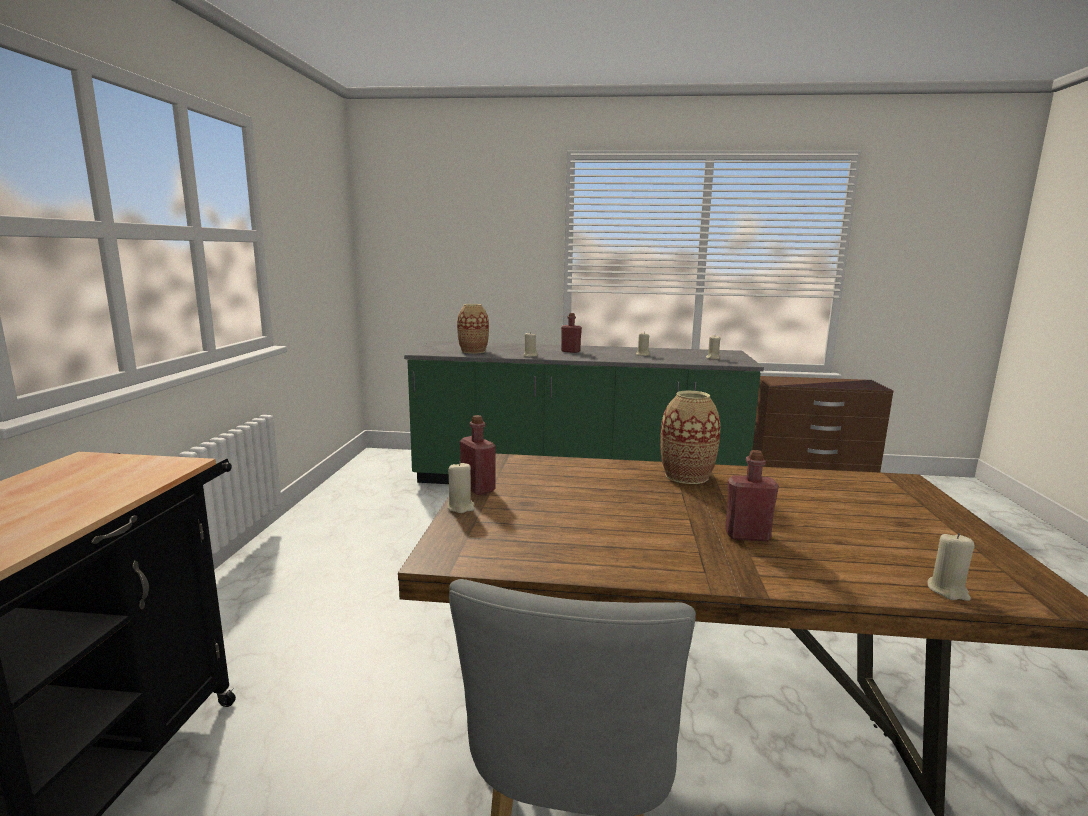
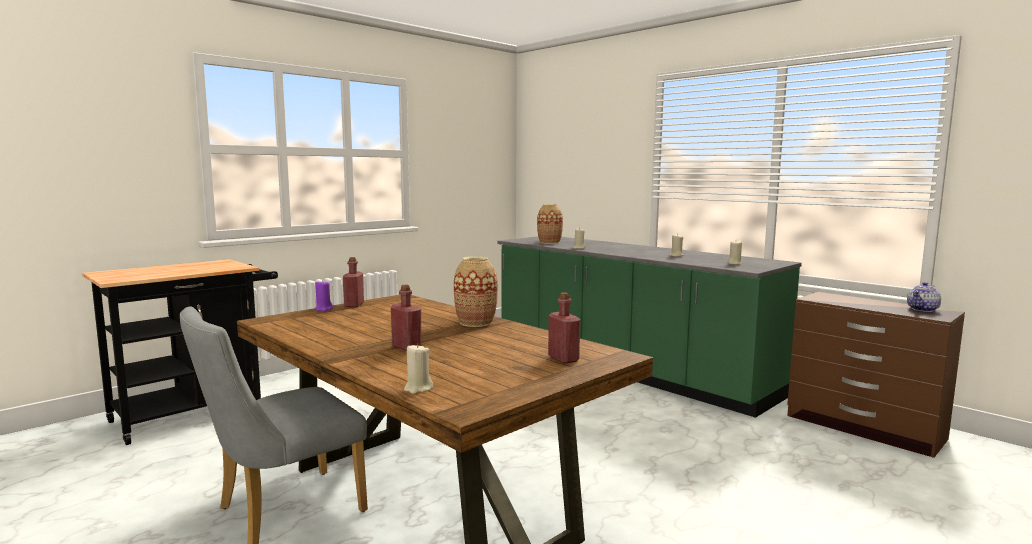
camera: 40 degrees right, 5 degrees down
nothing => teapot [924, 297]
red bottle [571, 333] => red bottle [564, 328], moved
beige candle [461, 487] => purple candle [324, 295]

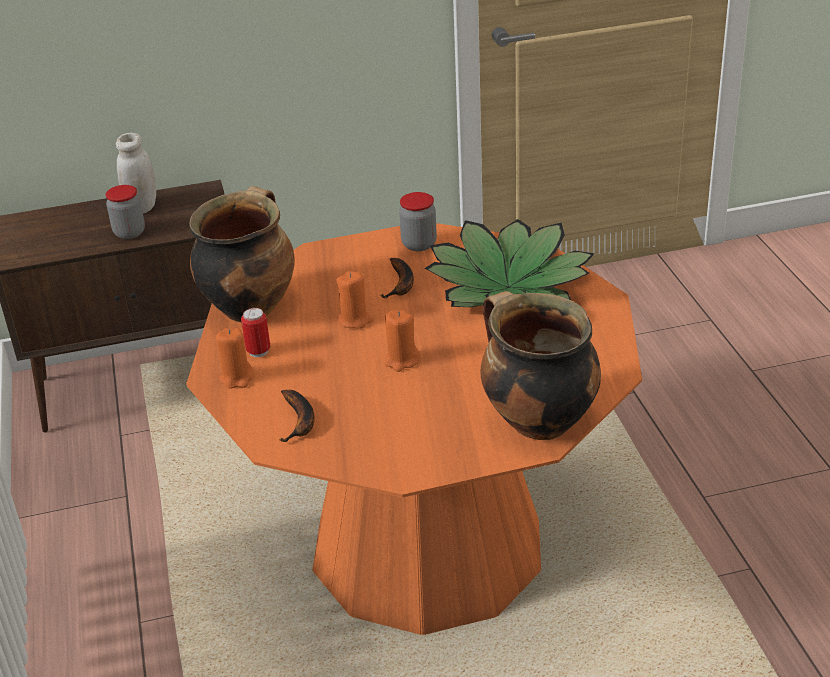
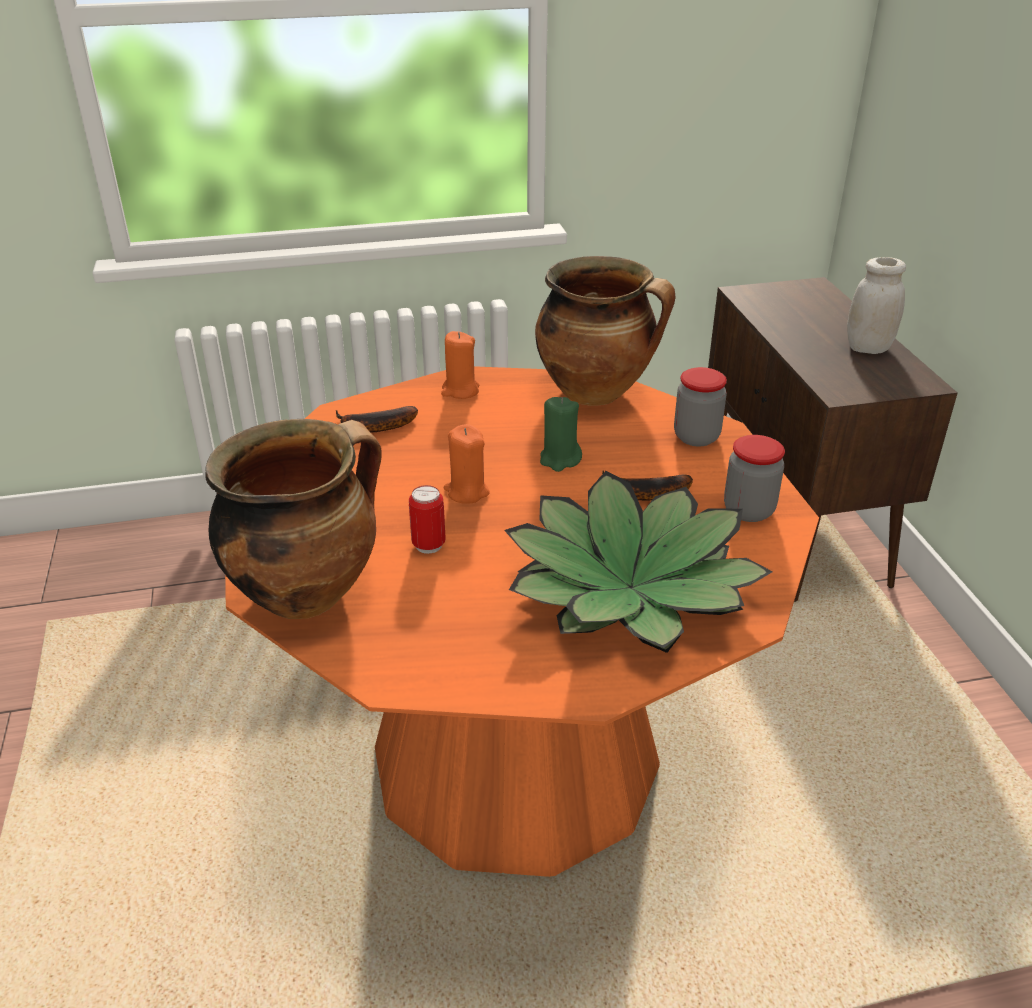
camera: 90 degrees right, 0 degrees up
jar [125, 212] => jar [700, 407], moved
can [255, 332] => can [427, 519], moved
orange candle [355, 300] => green candle [561, 434]

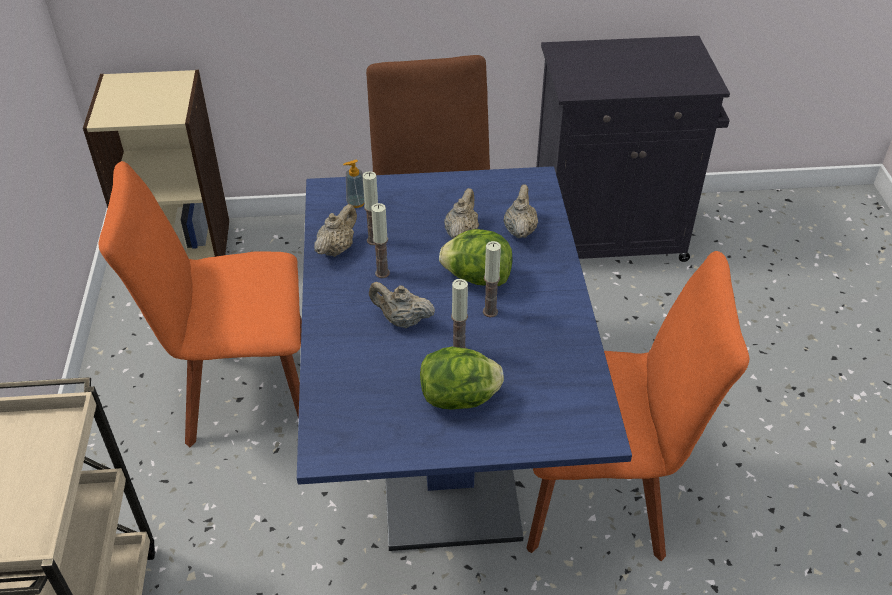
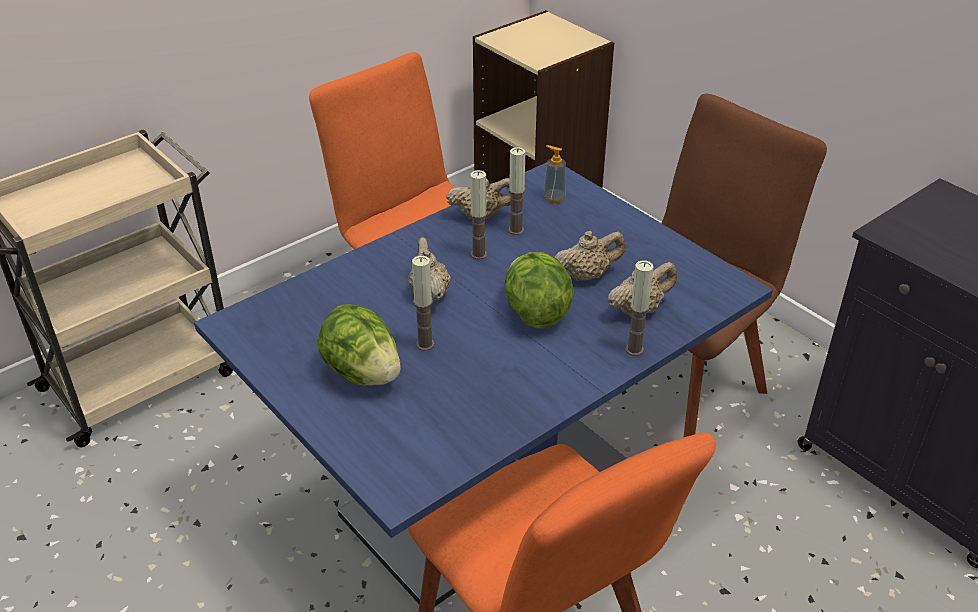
camera: 55 degrees right, 5 degrees down
candle [492, 279] => candle [639, 308], moved

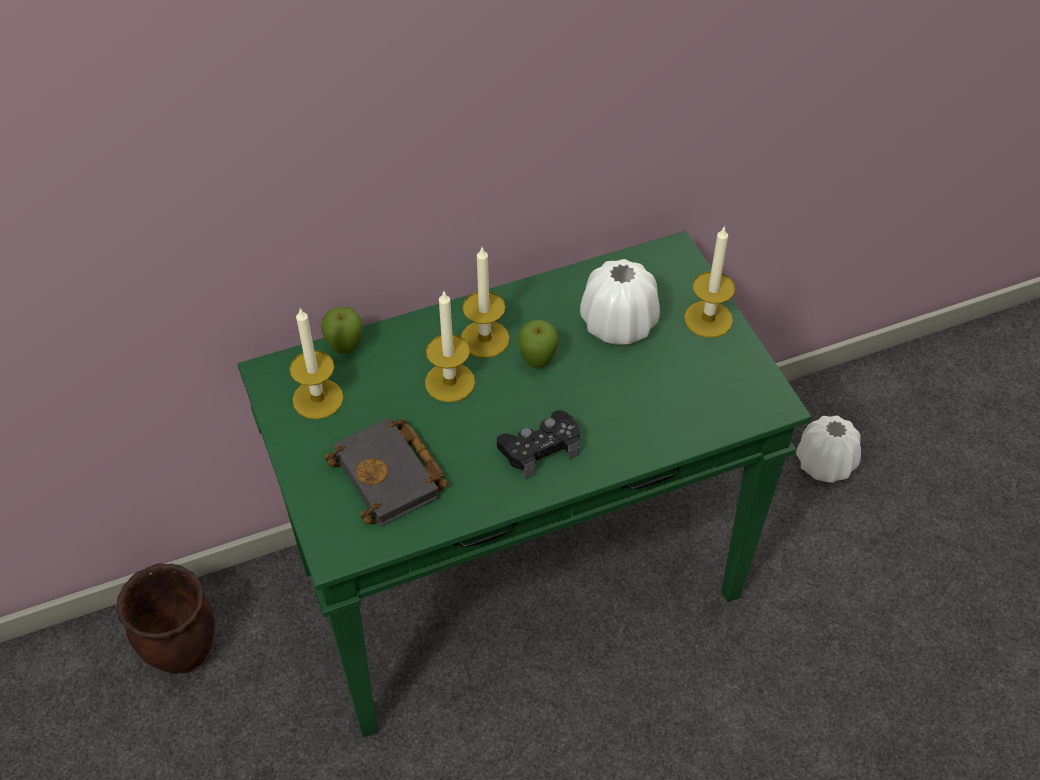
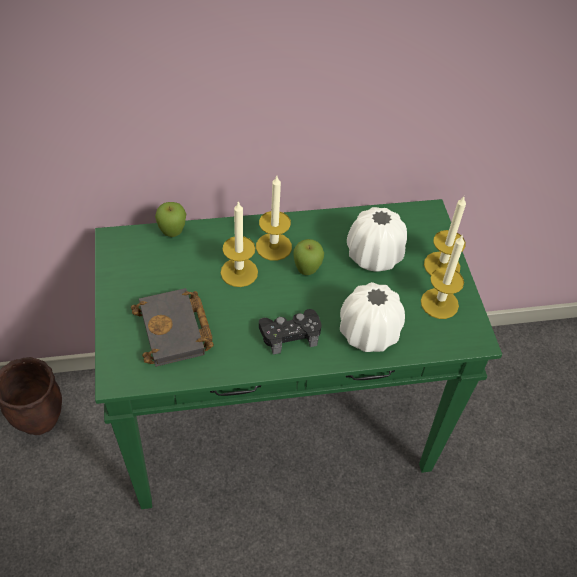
camera: 10 degrees right, 0 degrees up
candle [316, 363] => candle [443, 276], moved
white vase [828, 449] => white vase [372, 317], moved

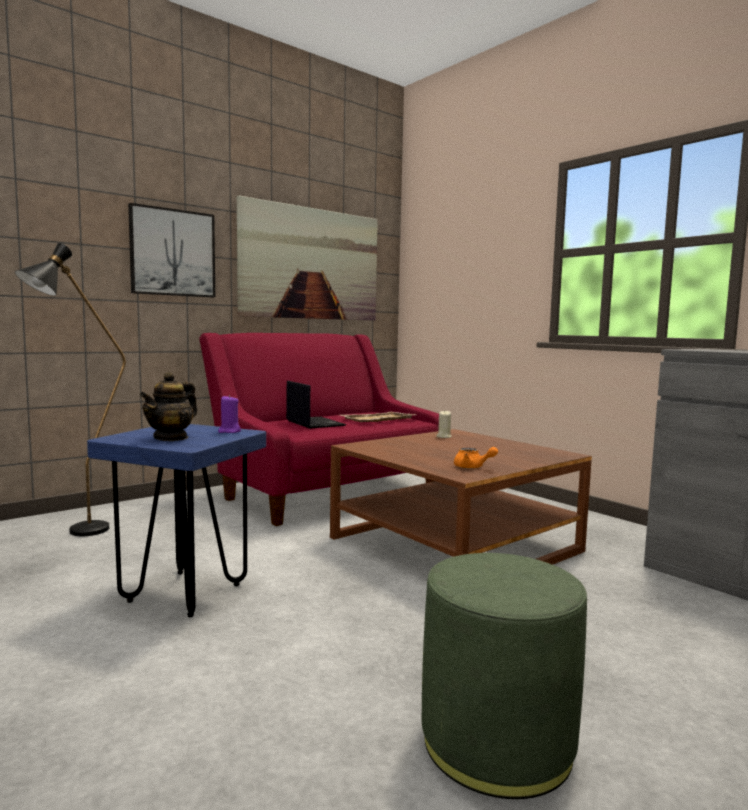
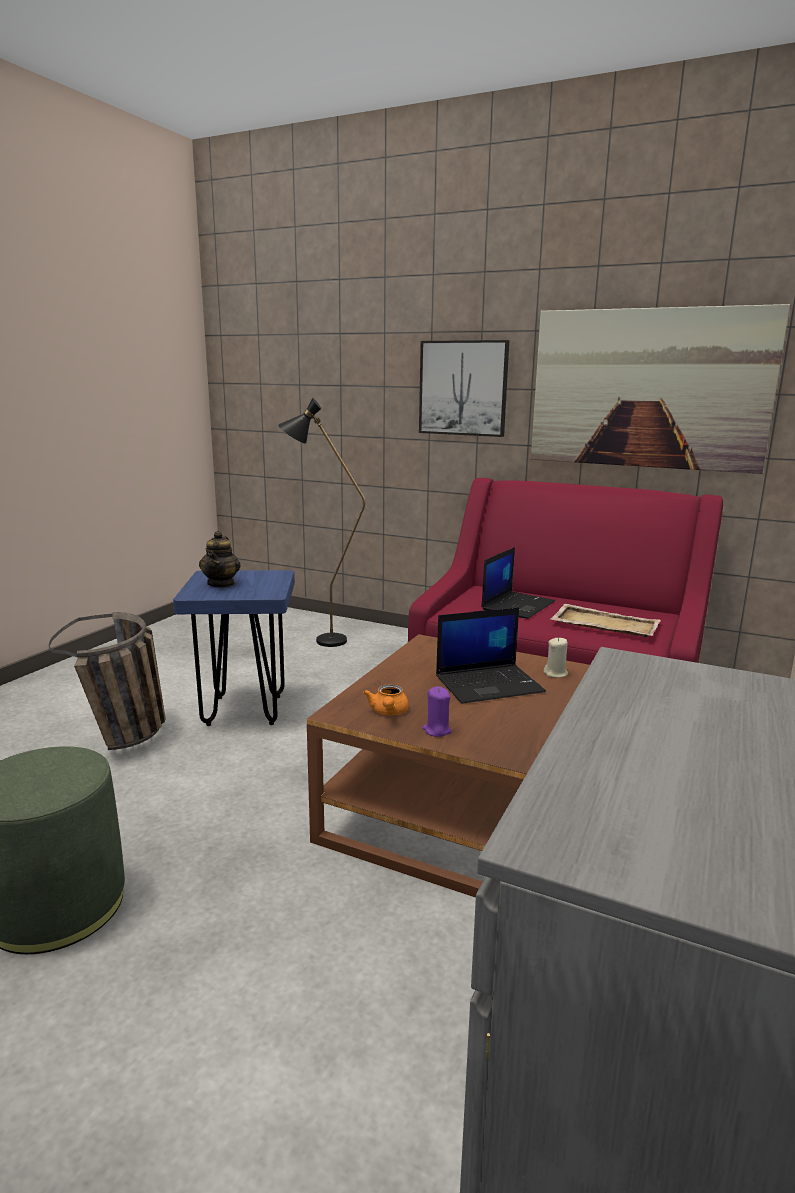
camera: 65 degrees right, 10 degrees up
nothing => basket [107, 681]
nothing => laptop [491, 656]
purple candle [229, 414] => purple candle [437, 711], moved
teapot [168, 406] => teapot [219, 559], 90 degrees counterclockwise

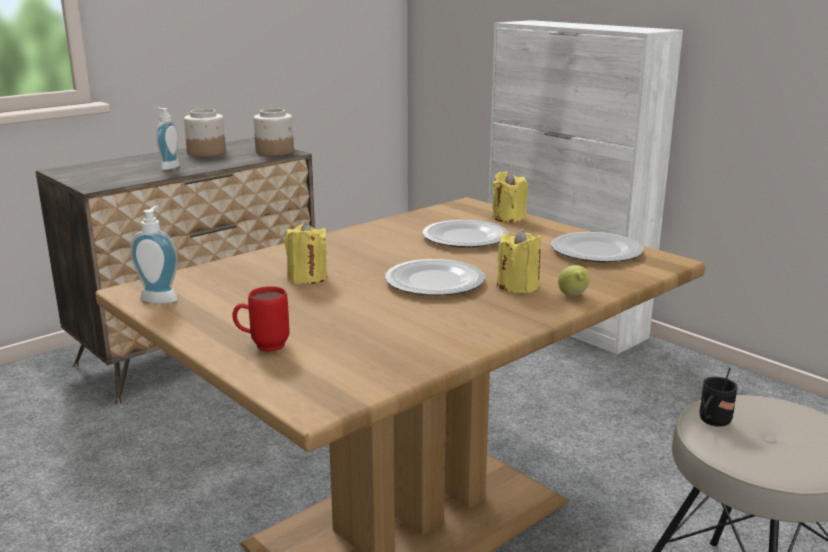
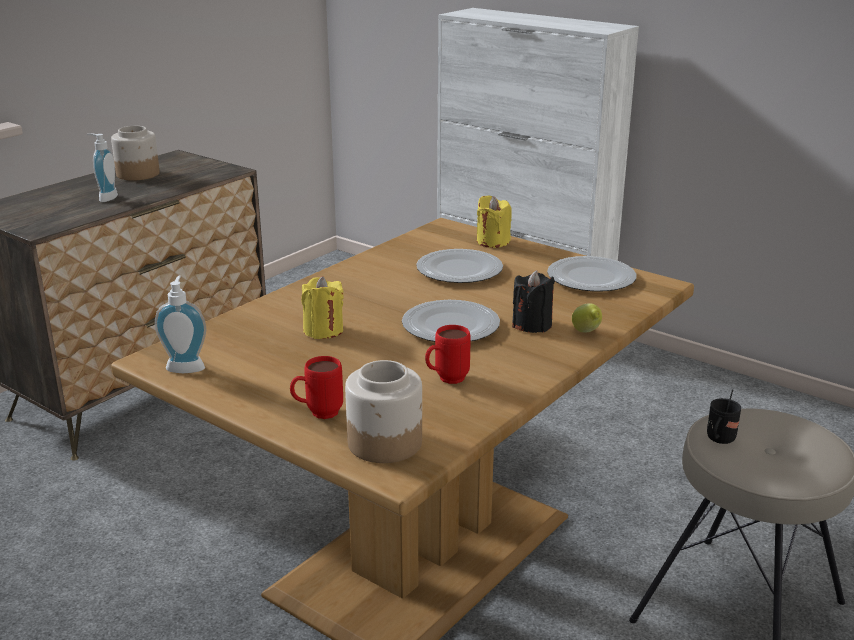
camera: 10 degrees left, 5 degrees up
nothing => red mug [448, 354]
jar [274, 132] => jar [383, 411], moved
yellow candle [519, 260] => black candle [533, 301]

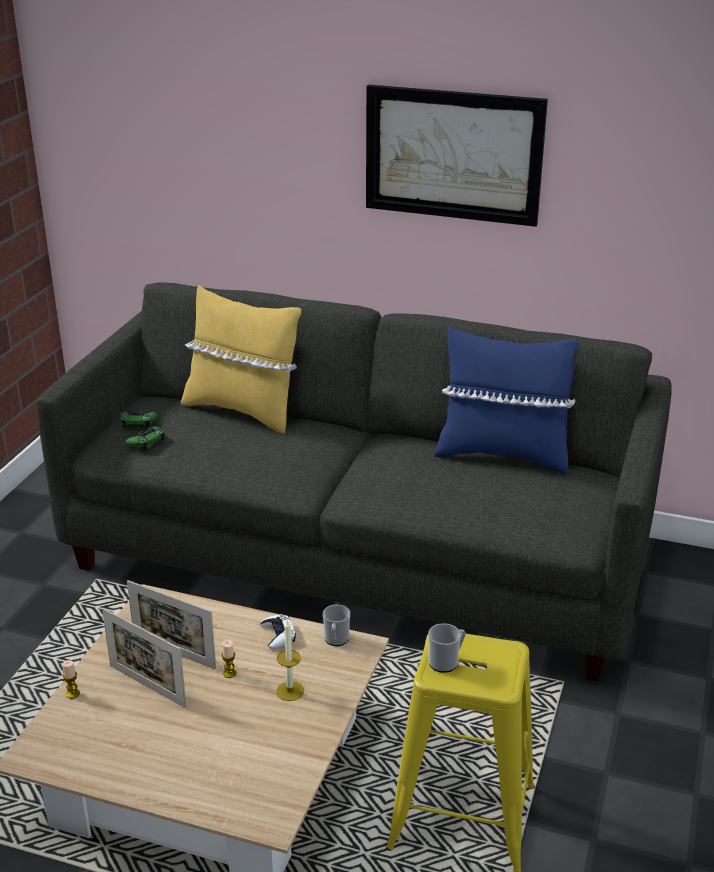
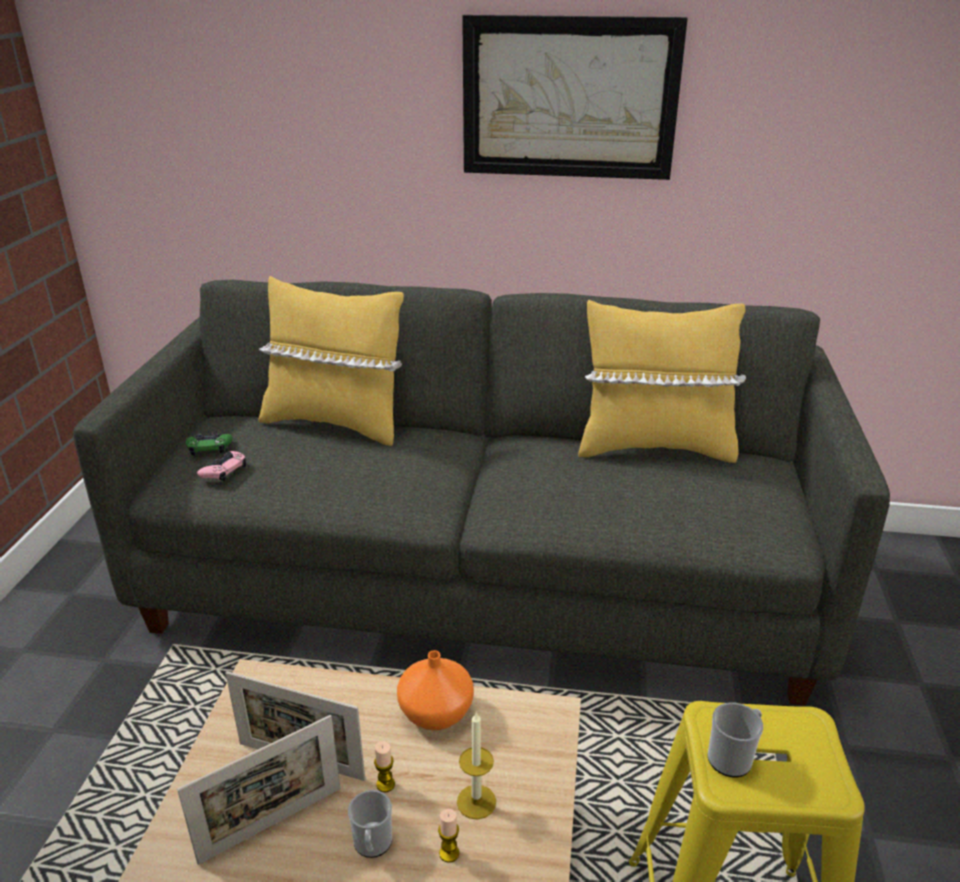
camera: 10 degrees left, 0 degrees up
candle [71, 679] => candle [448, 836], moved
mug [336, 625] => mug [370, 824], moved
white game controller [278, 631] => orange vase [435, 690]
green game controller [145, 438] => pink game controller [221, 466]
blue pillow [506, 400] => yellow pillow [662, 381]
picture frame [144, 658] => picture frame [258, 790], 60 degrees counterclockwise

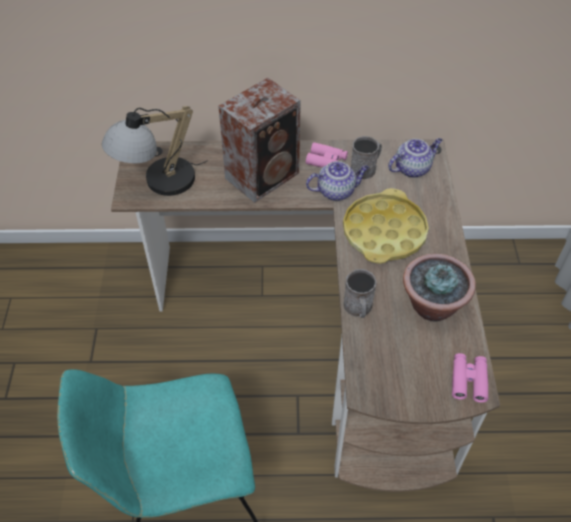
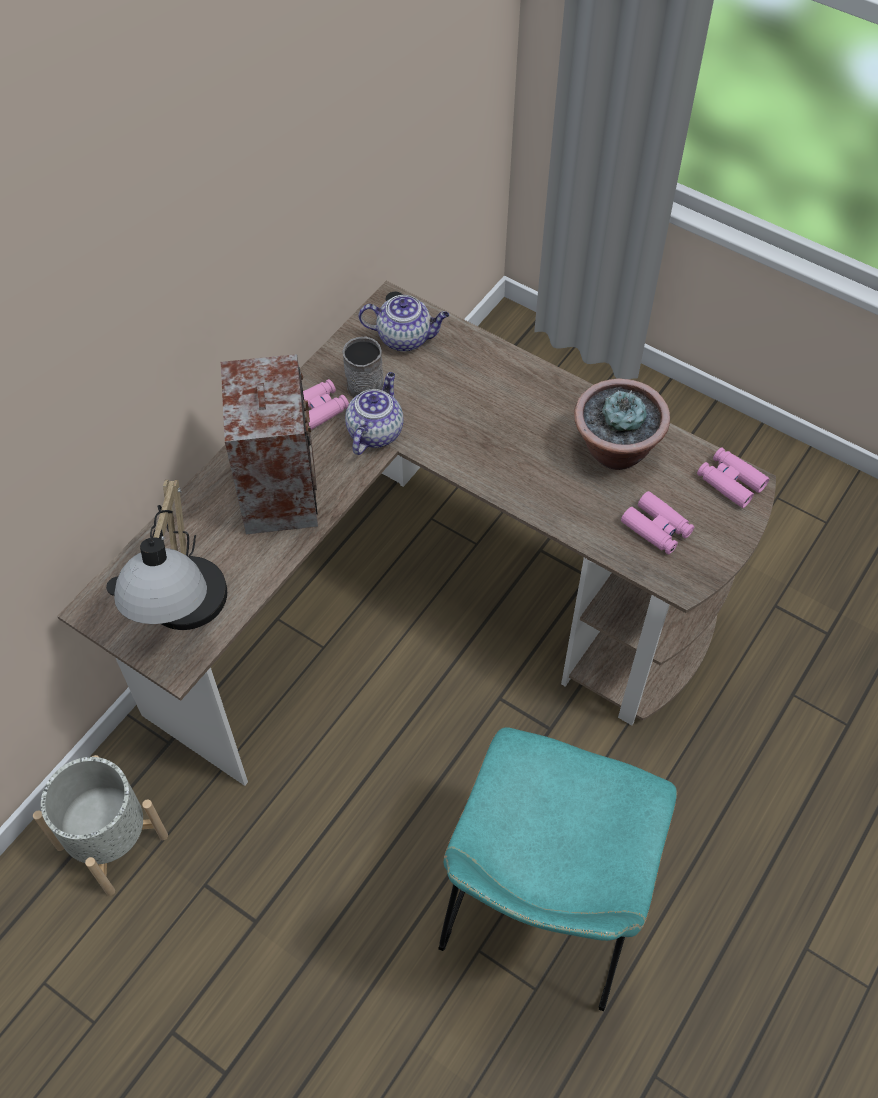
camera: 55 degrees left, 5 degrees up
yellow tray [386, 226] => nothing
grey mug [360, 293] => nothing
nothing => grey planter [100, 825]
nothing => pink binoculars [657, 522]
teapot [415, 158] => teapot [404, 323], 90 degrees clockwise

